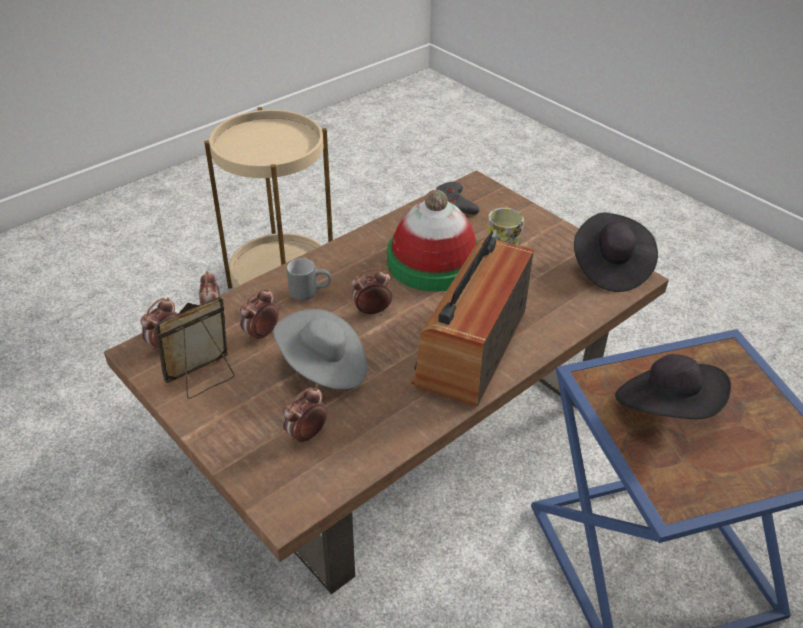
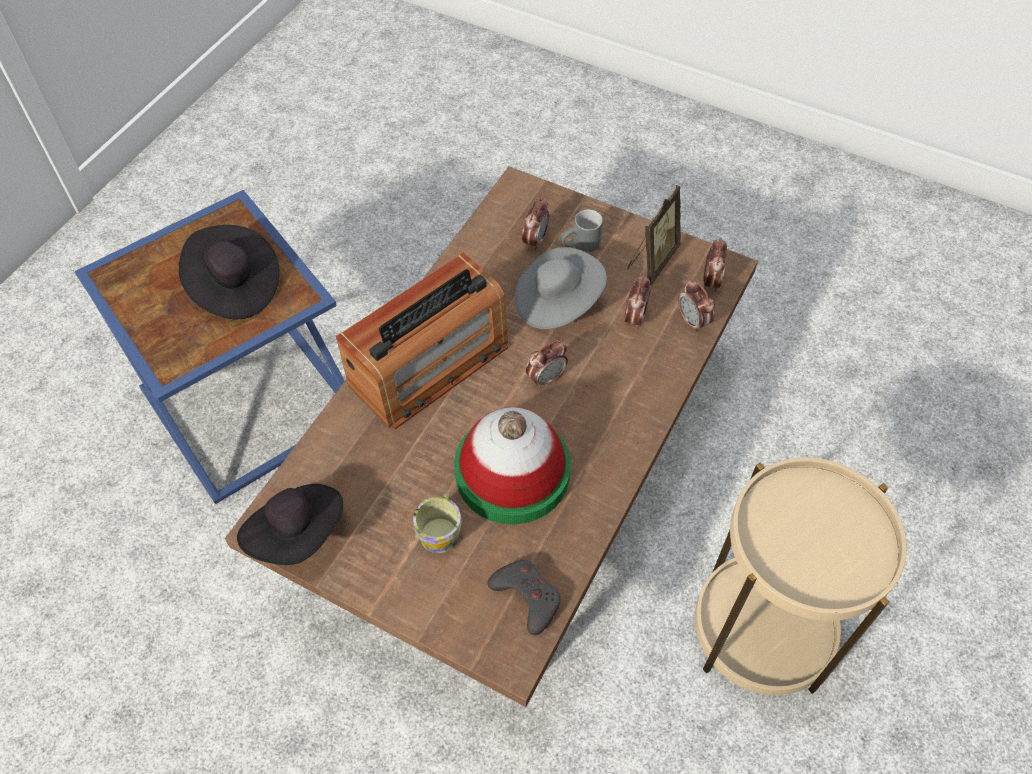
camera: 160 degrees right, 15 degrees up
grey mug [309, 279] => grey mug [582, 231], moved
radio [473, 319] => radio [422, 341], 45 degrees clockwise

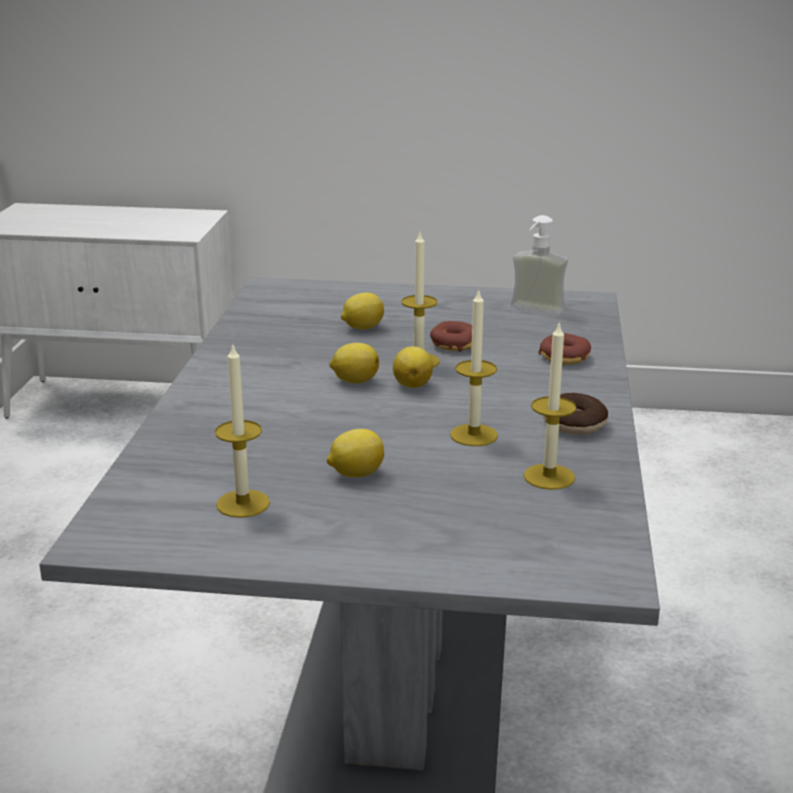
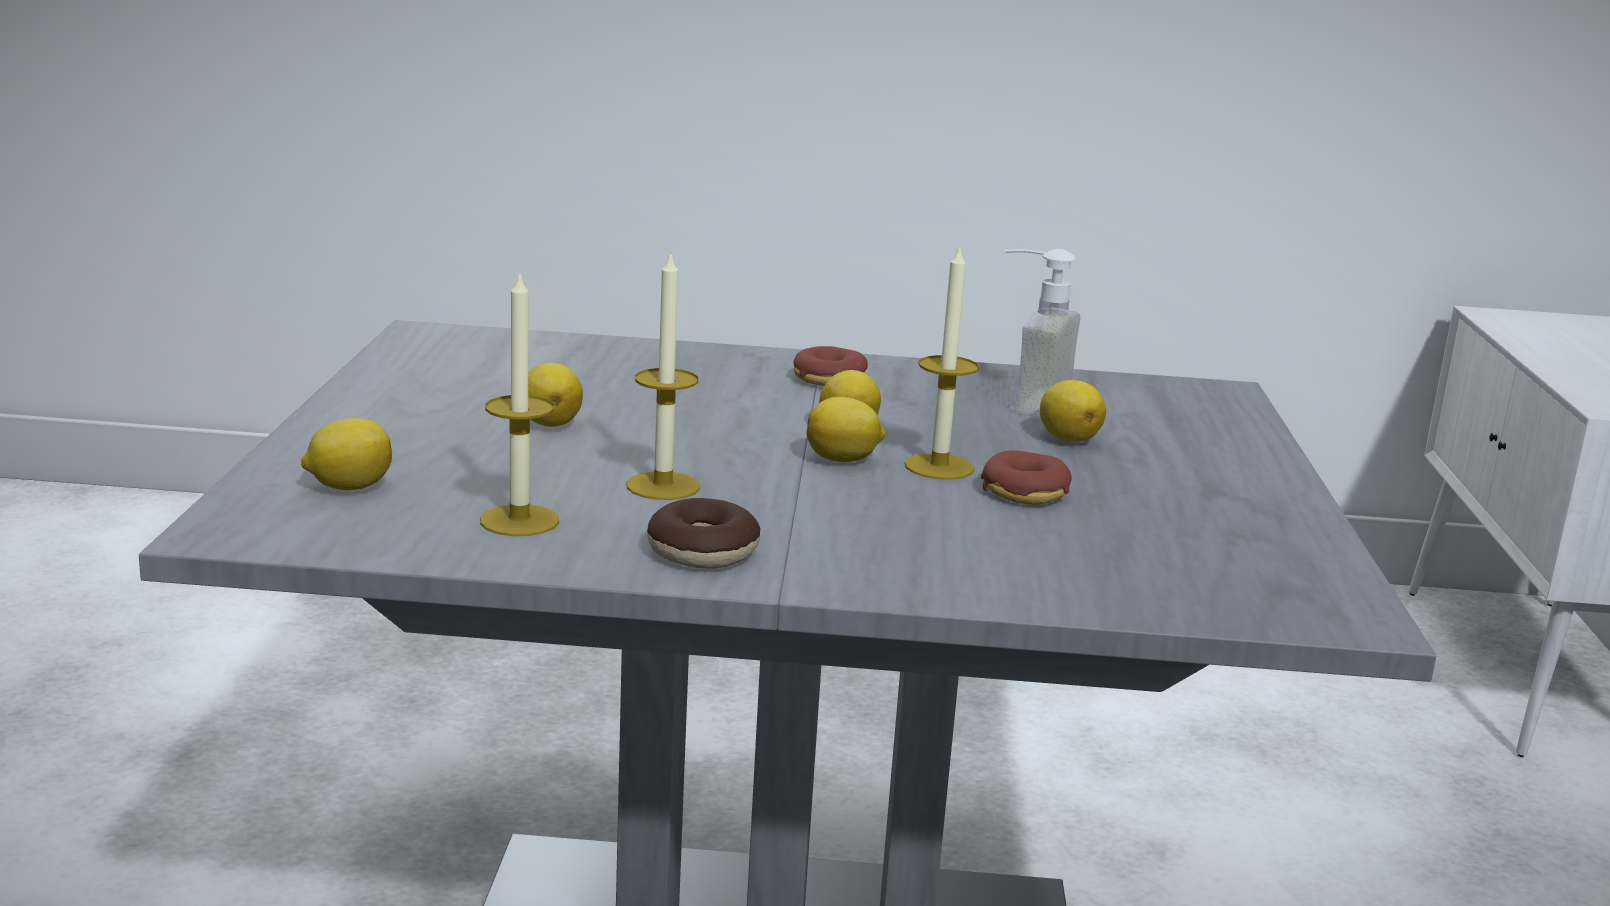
camera: 85 degrees right, 5 degrees down
candle [242, 431] => nothing
nothing => lemon [346, 454]
soap dispenser [539, 265] => soap dispenser [1043, 333], moved
donut [565, 349] => donut [831, 366], moved

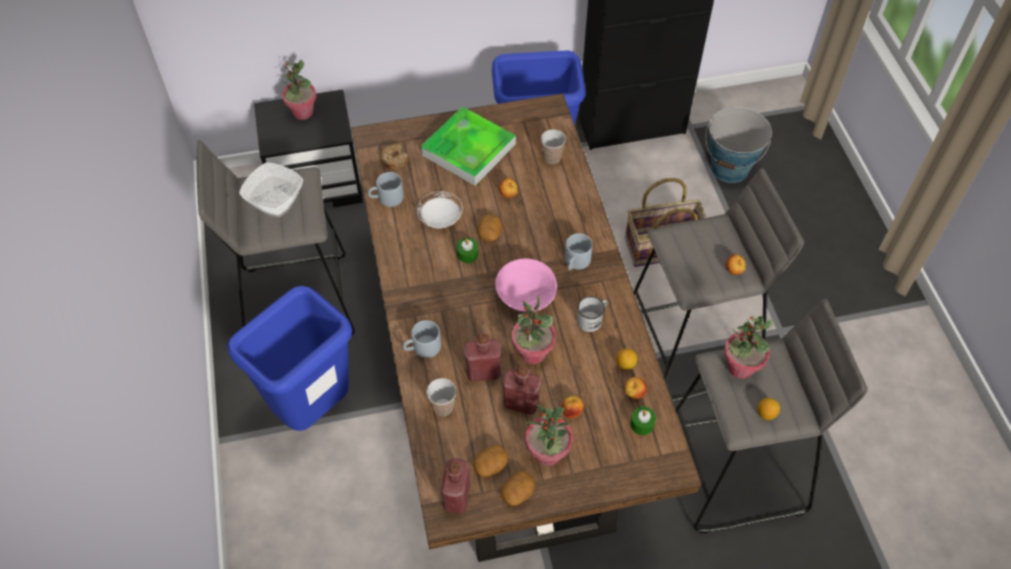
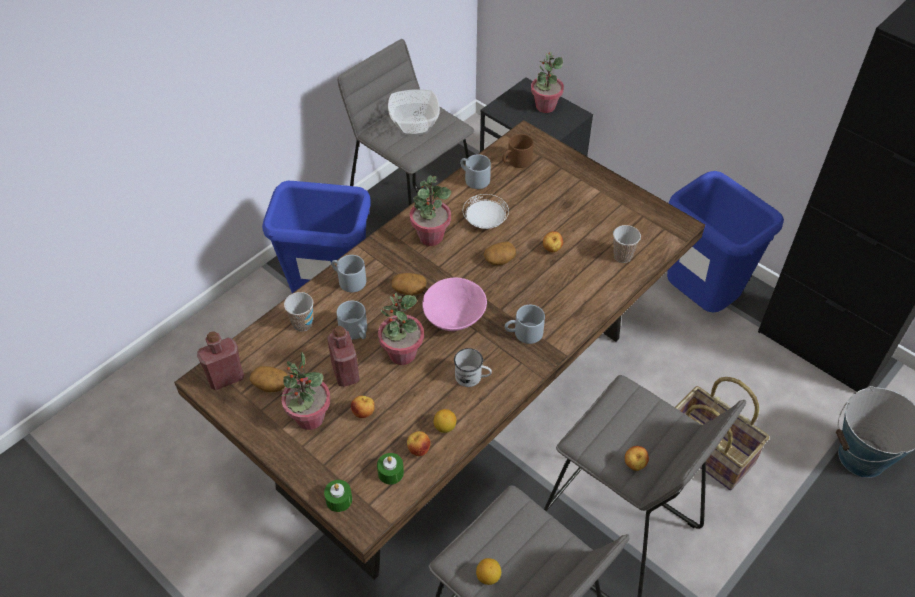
camera: 55 degrees right, 5 degrees down
tray [468, 146] => nothing
green candle [467, 250] => green candle [338, 496], moved
potato [518, 488] => potato [409, 284], moved
potted plant [748, 347] => potted plant [430, 210], moved
donut [394, 157] => brown mug [518, 151]
red bottle [483, 357] => grey mug [352, 320]

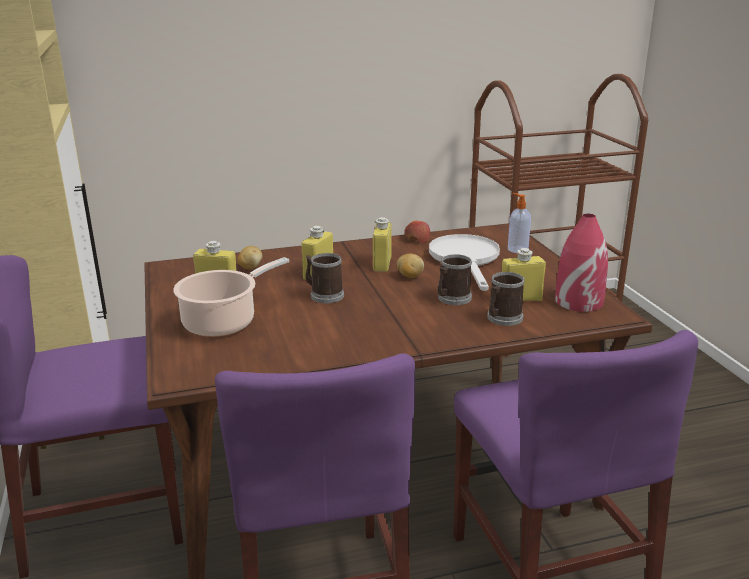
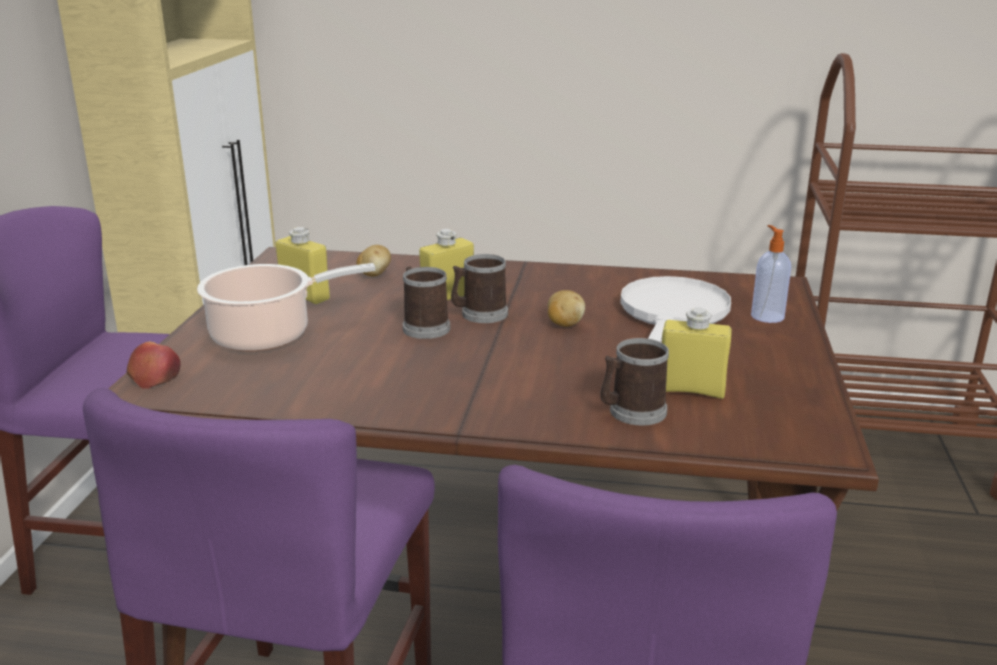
camera: 25 degrees right, 0 degrees up
yellow bottle [382, 244] => nothing
red vase [581, 263] => nothing
apple [417, 232] => apple [154, 365], moved
mug [455, 279] => mug [479, 288], moved

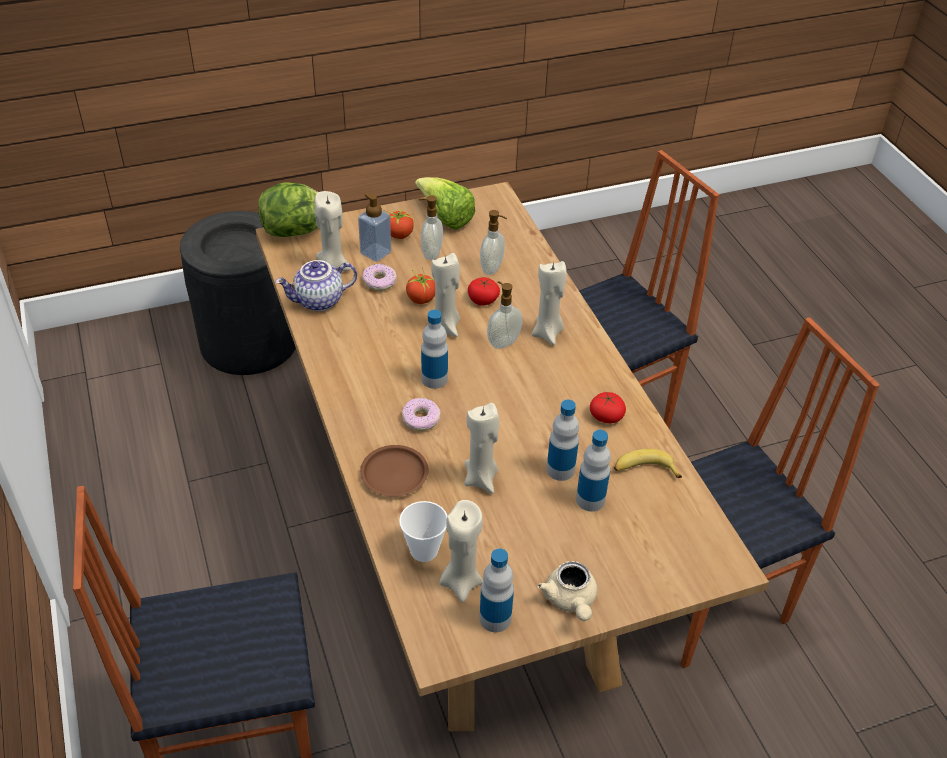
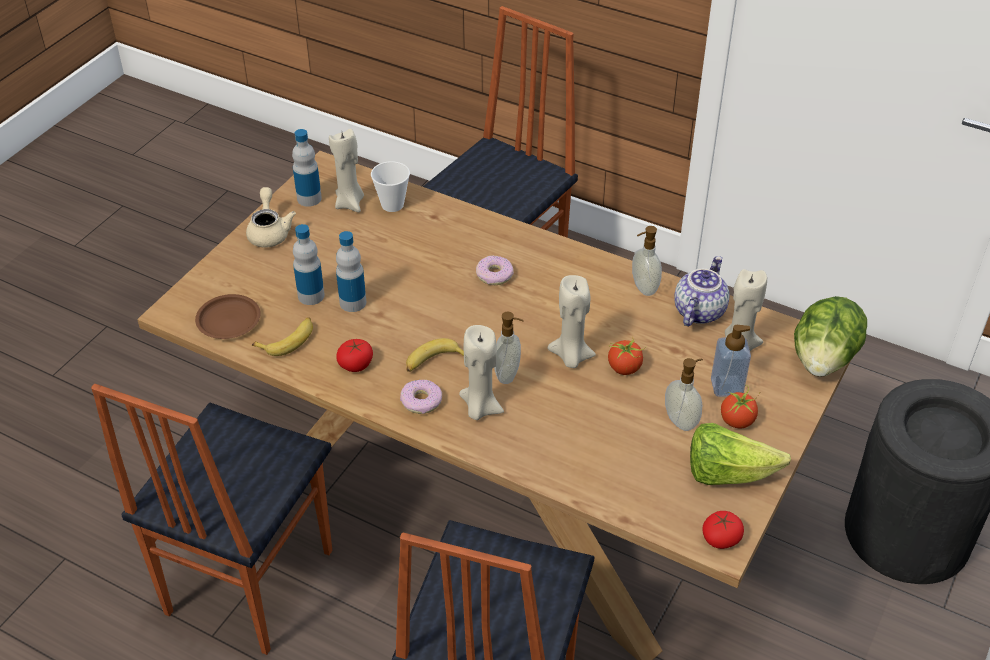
camera: 140 degrees right, 0 degrees up
bottle [434, 349] => nothing
beige candle [481, 448] => nothing
nothing => banana [435, 355]
brown plate [394, 471] => brown plate [228, 316], moved
donut [379, 277] => donut [421, 396], moved
tomato [484, 291] => tomato [723, 530], moved
soap dispenser [493, 242] => soap dispenser [647, 261], moved
beige teapot [567, 591] => beige teapot [271, 217], 45 degrees clockwise

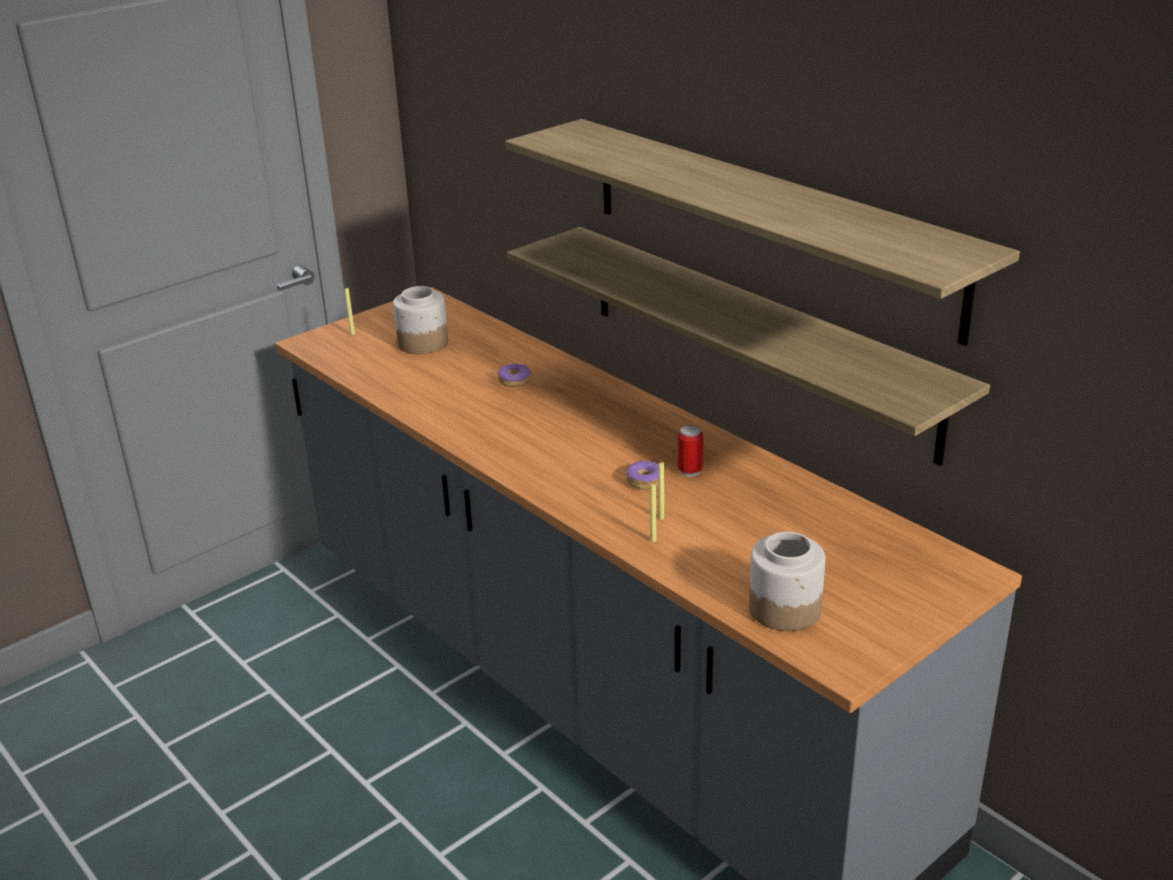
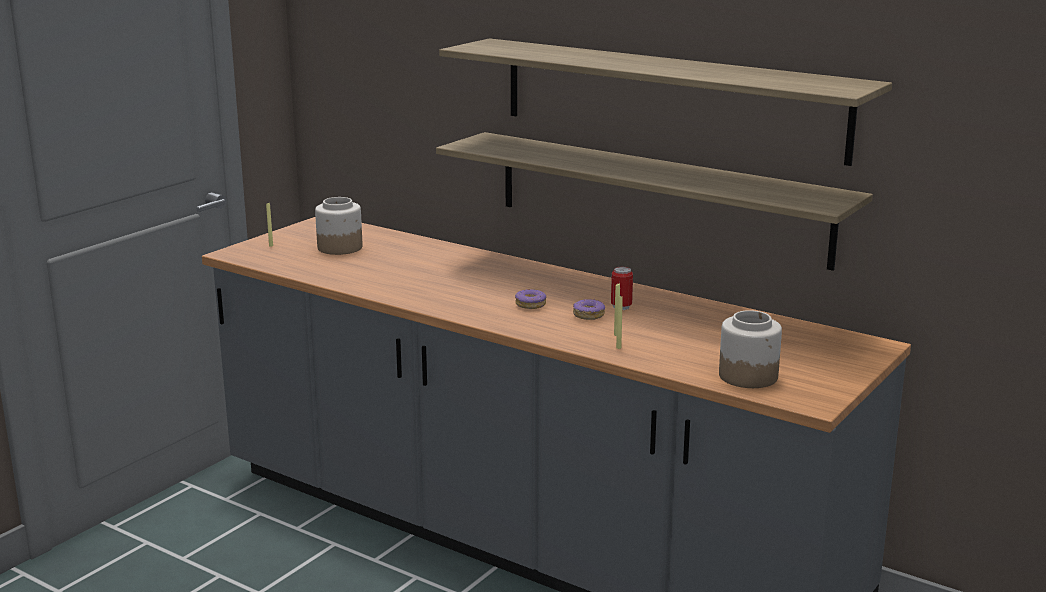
camera: 15 degrees left, 10 degrees down
donut [514, 375] => donut [530, 299], moved

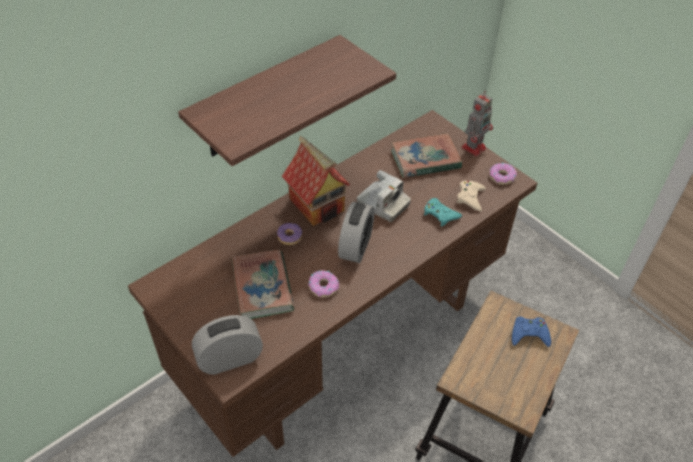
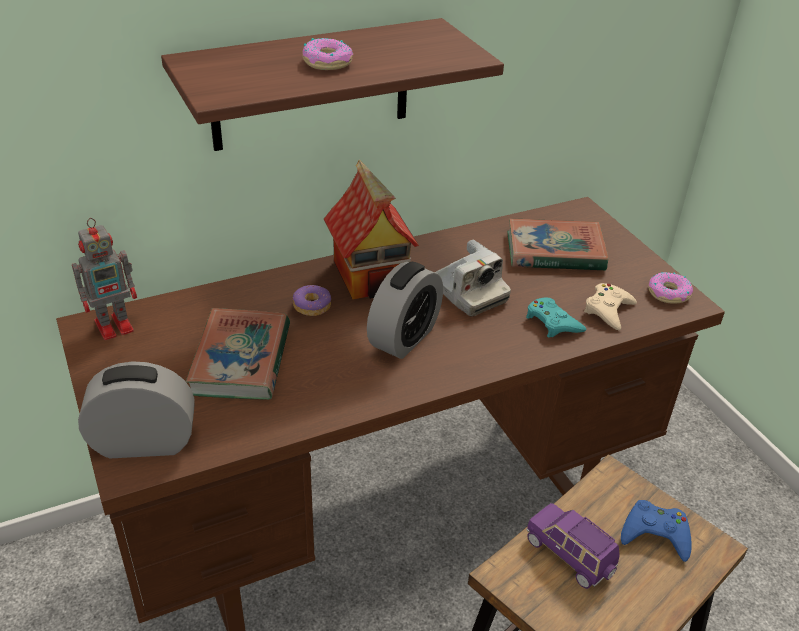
camera: 15 degrees right, 10 degrees down
nothing => purple toy car [573, 546]
donut [323, 283] => donut [328, 54], moved
toy robot [477, 123] => toy robot [104, 279], moved

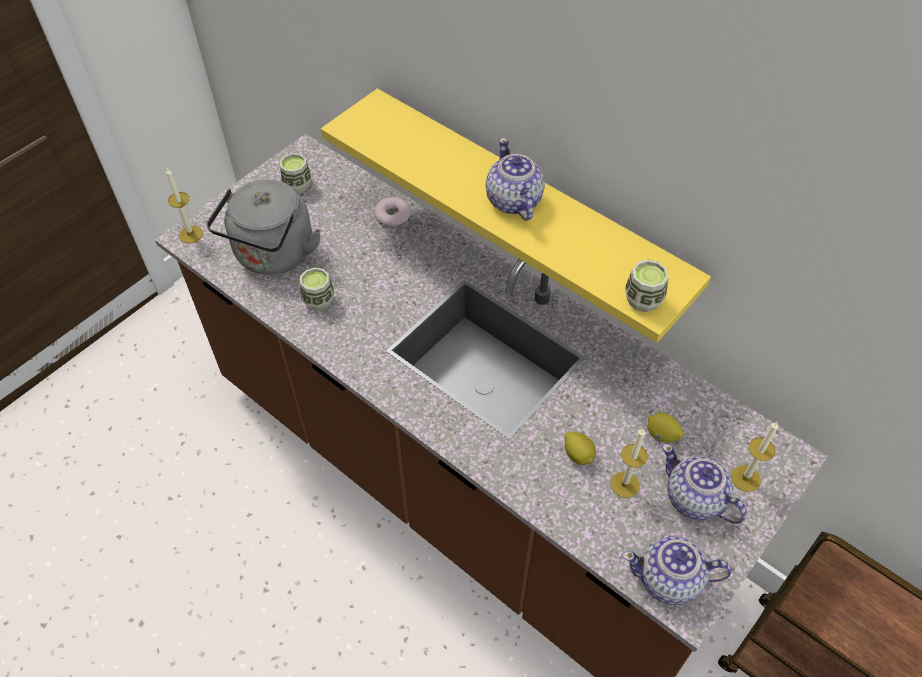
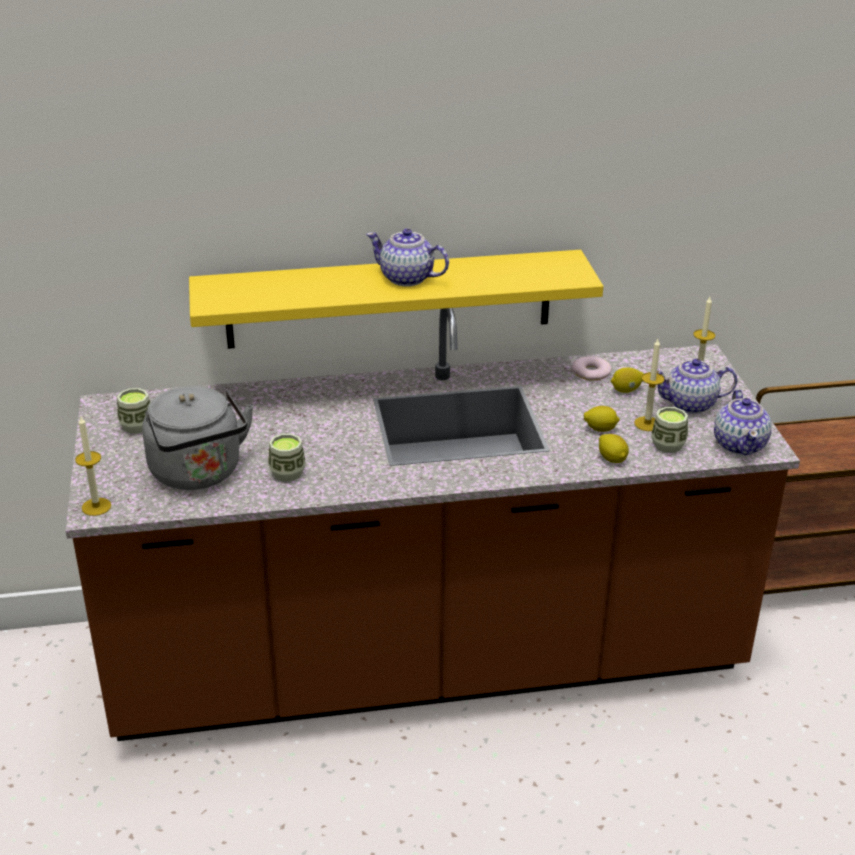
camera: 50 degrees left, 20 degrees down
nothing => lemon [614, 448]
donut [393, 211] => donut [592, 368], moved
cup [647, 286] => cup [669, 430], moved
teapot [676, 570] => teapot [743, 422], 45 degrees counterclockwise

